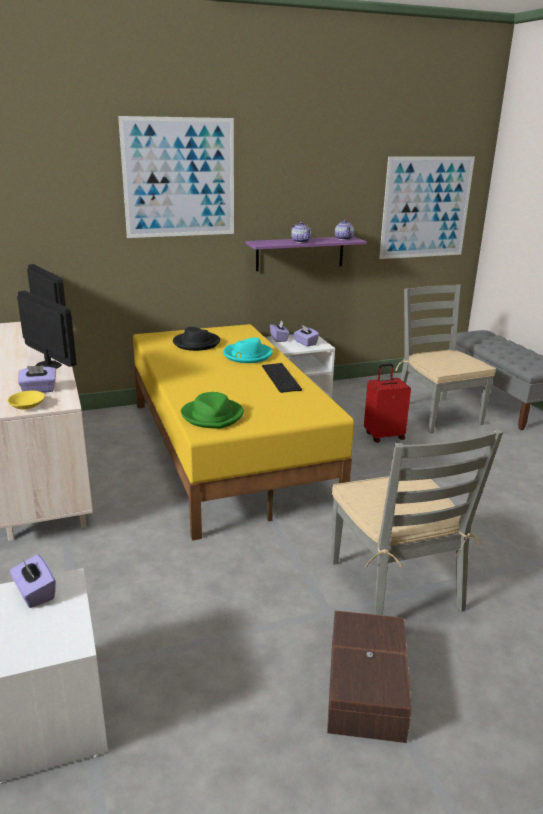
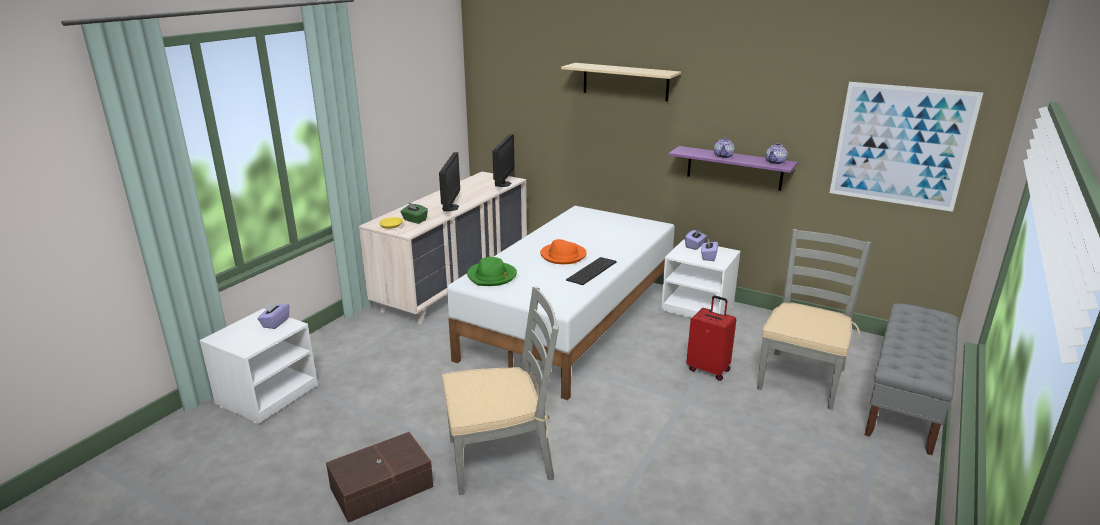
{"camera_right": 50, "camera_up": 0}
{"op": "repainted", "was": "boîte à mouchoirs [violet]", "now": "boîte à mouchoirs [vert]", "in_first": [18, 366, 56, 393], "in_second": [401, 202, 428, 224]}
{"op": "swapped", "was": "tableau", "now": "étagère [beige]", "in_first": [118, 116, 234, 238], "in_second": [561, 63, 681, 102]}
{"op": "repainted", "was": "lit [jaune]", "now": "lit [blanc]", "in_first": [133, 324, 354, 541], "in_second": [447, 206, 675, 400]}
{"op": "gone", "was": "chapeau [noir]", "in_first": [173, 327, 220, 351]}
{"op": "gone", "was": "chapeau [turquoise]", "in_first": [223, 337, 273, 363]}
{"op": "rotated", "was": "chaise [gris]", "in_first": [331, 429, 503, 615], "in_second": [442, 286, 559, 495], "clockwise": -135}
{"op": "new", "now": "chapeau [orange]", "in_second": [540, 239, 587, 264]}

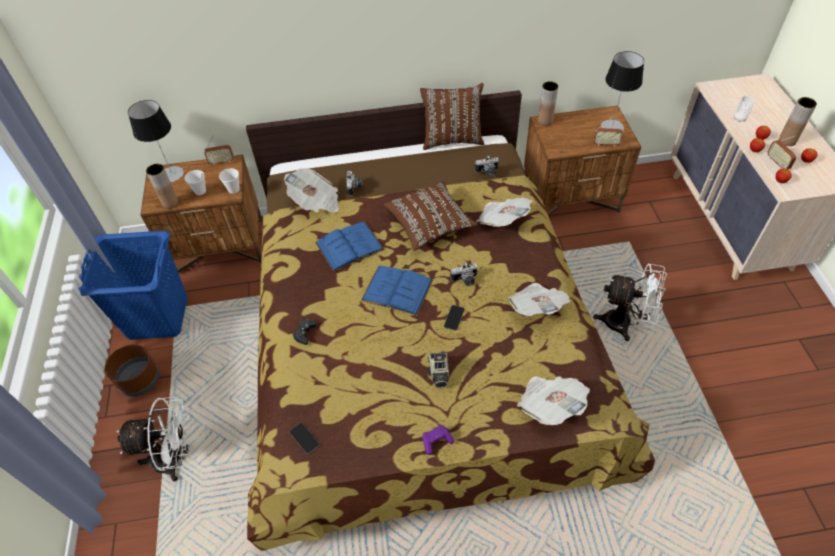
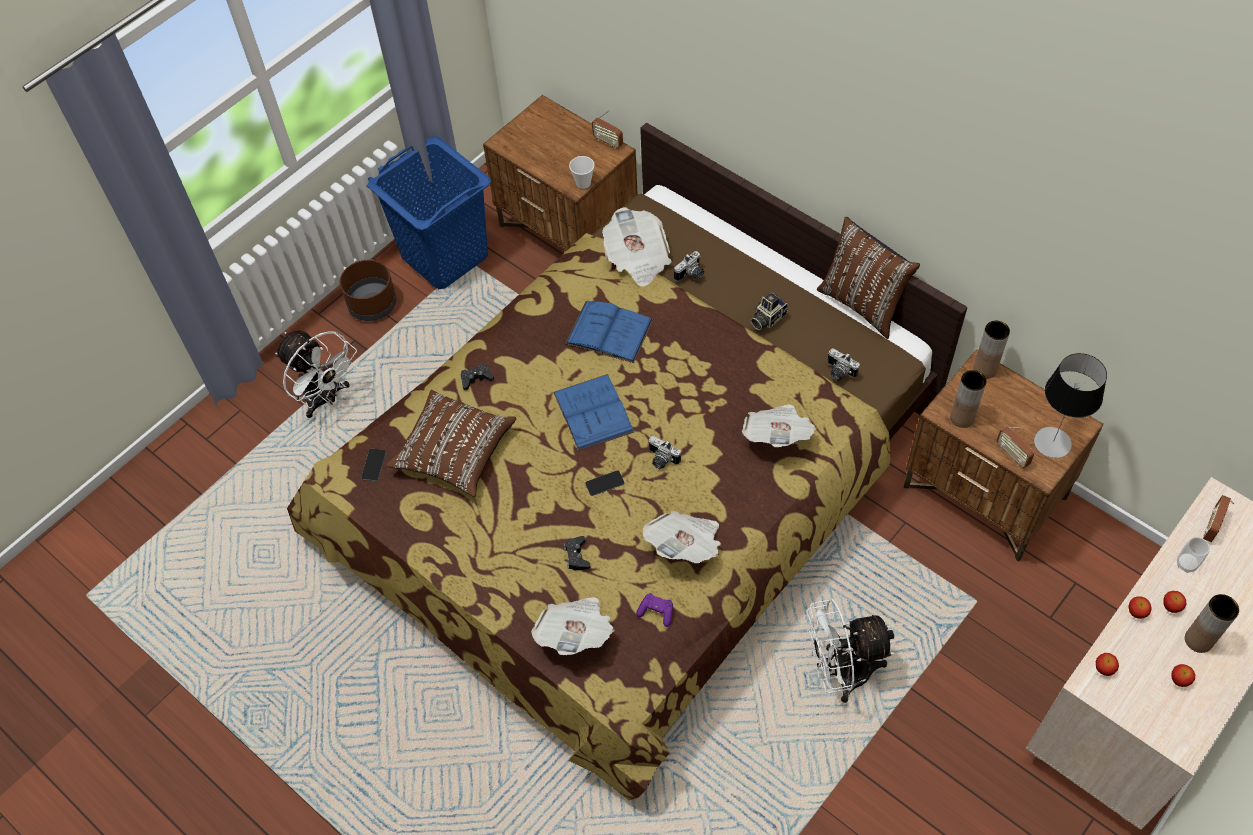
{"camera_right": 50, "camera_up": 5}
{"op": "gone", "was": "lampe de table", "in_first": [128, 100, 184, 182]}
{"op": "shifted", "was": "vase [marron]", "in_first": [146, 164, 179, 209], "in_second": [950, 370, 987, 428]}
{"op": "gone", "was": "tasse", "in_first": [185, 170, 206, 195]}
{"op": "shifted", "was": "coussin [marron]", "in_first": [383, 181, 478, 251], "in_second": [386, 390, 516, 497]}
{"op": "shifted", "was": "manette [violet]", "in_first": [423, 425, 454, 455], "in_second": [636, 593, 673, 627]}
{"op": "shifted", "was": "appareil photo", "in_first": [428, 352, 449, 388], "in_second": [750, 292, 788, 330]}
{"op": "rotated", "was": "ventilateur [blanc]", "in_first": [593, 263, 667, 341], "in_second": [806, 599, 894, 703], "clockwise": 105}
{"op": "shifted", "was": "radio", "in_first": [767, 136, 797, 169], "in_second": [1203, 495, 1235, 542]}
{"op": "new", "now": "manette [noir]", "in_second": [564, 536, 590, 570]}

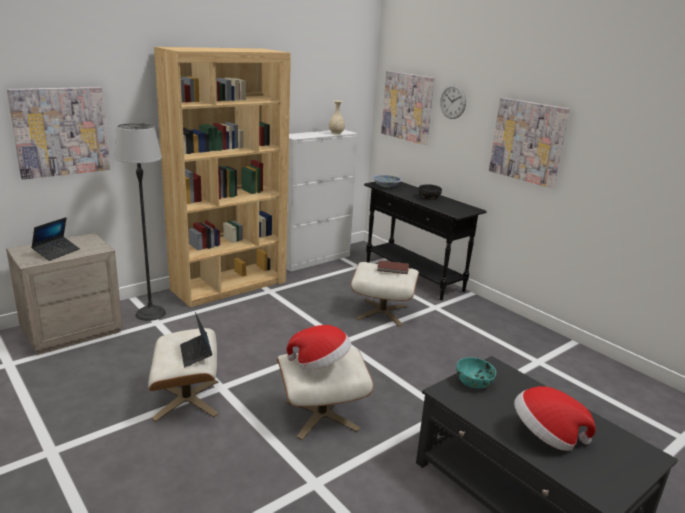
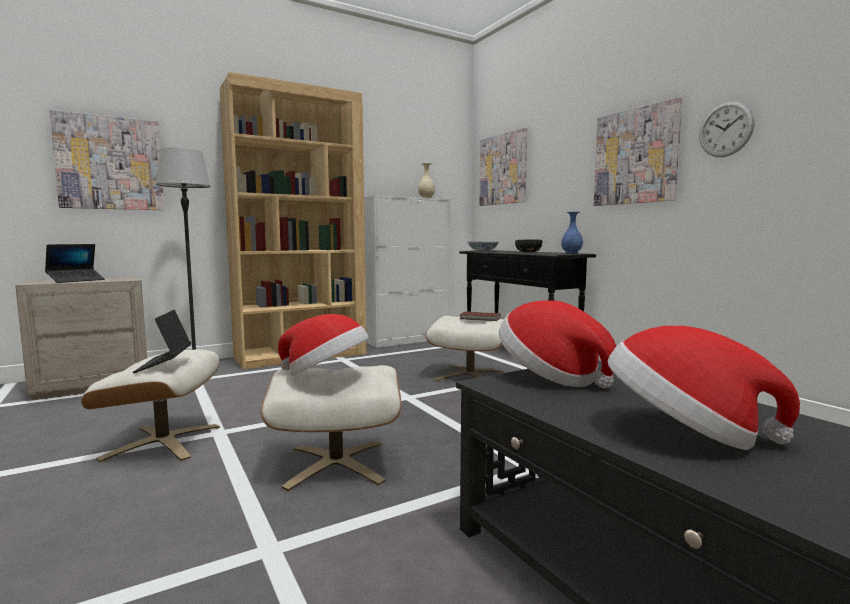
{"camera_right": 10, "camera_up": -15}
{"op": "shifted", "was": "horloge murale", "in_first": [440, 84, 466, 119], "in_second": [699, 101, 755, 157]}
{"op": "swapped", "was": "bol [turquoise]", "now": "chapeau", "in_first": [456, 357, 496, 388], "in_second": [499, 300, 616, 388]}
{"op": "new", "now": "vase [bleu]", "in_second": [561, 212, 583, 253]}

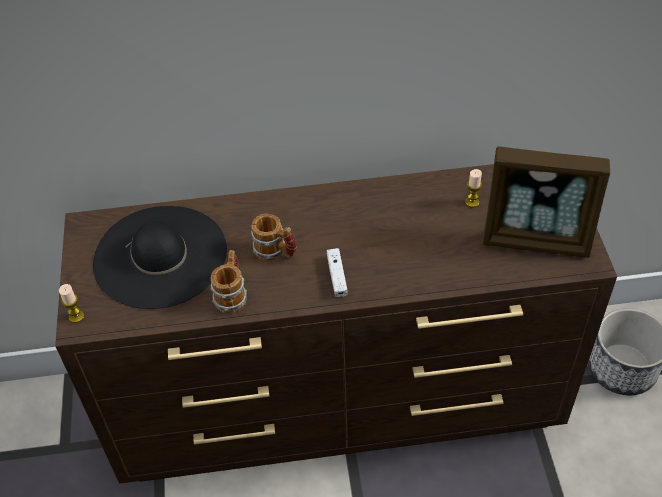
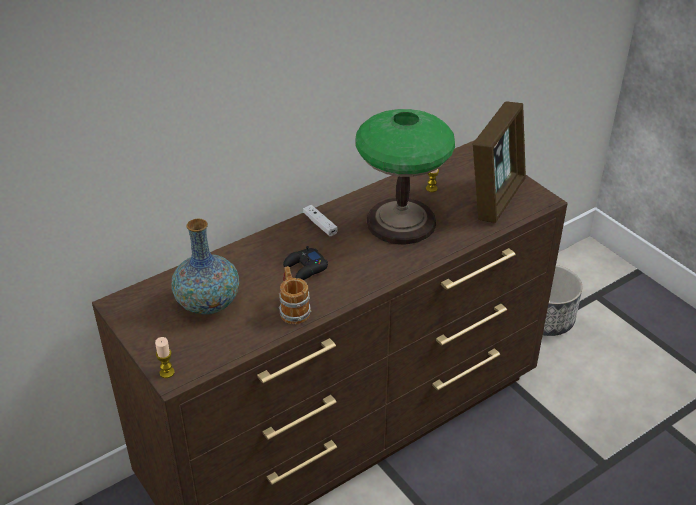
{"camera_right": -30, "camera_up": -10}
{"op": "swapped", "was": "chapeau [noir]", "now": "vase", "in_first": [93, 206, 227, 309], "in_second": [171, 218, 239, 315]}
{"op": "swapped", "was": "mug", "now": "manette [noir]", "in_first": [251, 214, 297, 261], "in_second": [283, 246, 328, 280]}
{"op": "shifted", "was": "manette [blanc]", "in_first": [327, 248, 348, 297], "in_second": [303, 205, 338, 236]}
{"op": "rotated", "was": "cadre photo", "in_first": [483, 146, 610, 258], "in_second": [473, 101, 526, 223], "clockwise": -45}
{"op": "new", "now": "lampe de table", "in_second": [356, 109, 455, 245]}

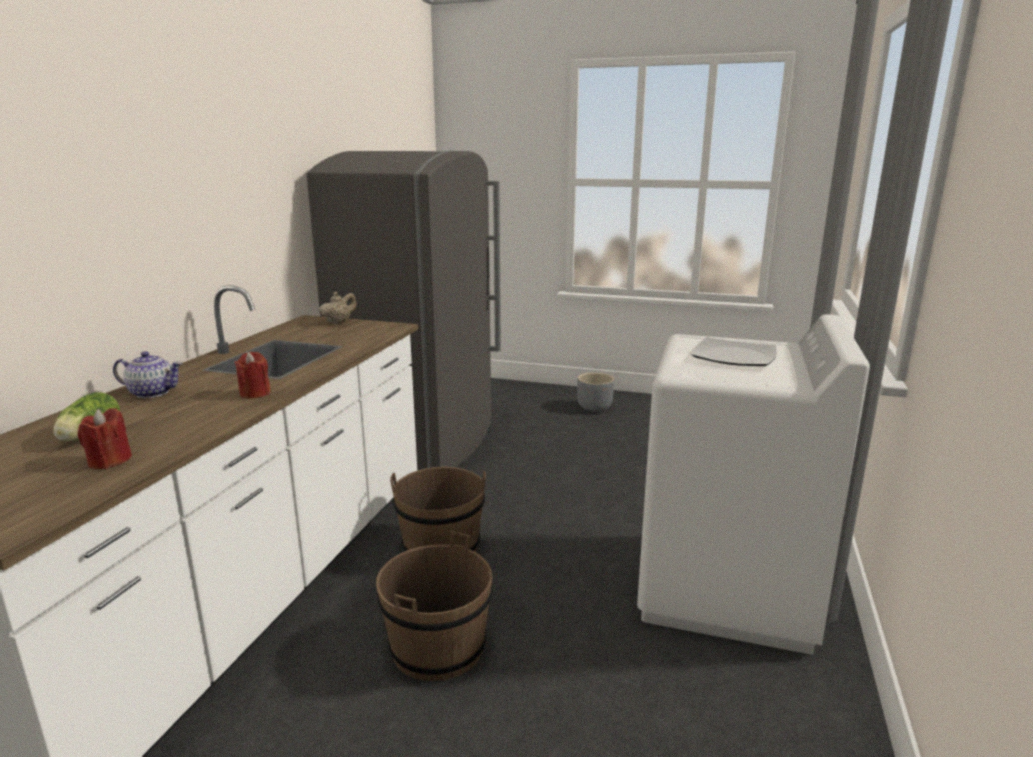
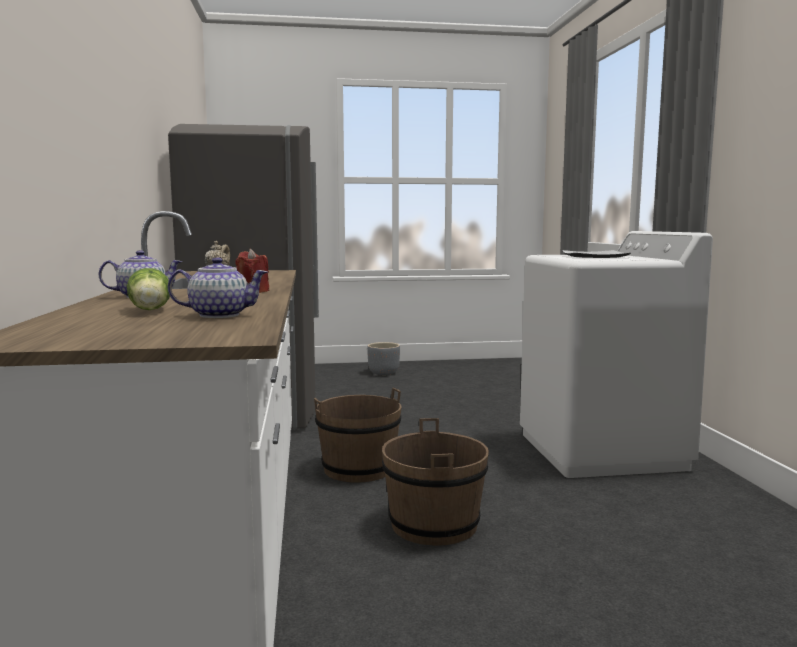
{"camera_right": -25, "camera_up": -10}
{"op": "swapped", "was": "bougie [rouge]", "now": "théière", "in_first": [78, 408, 132, 469], "in_second": [168, 257, 268, 318]}

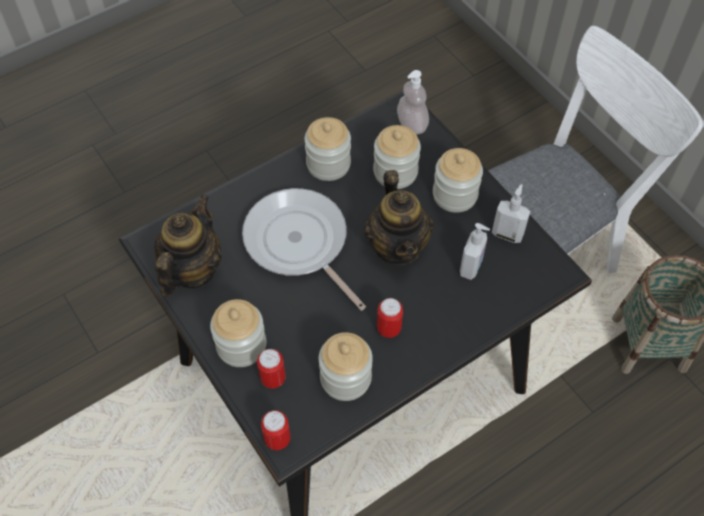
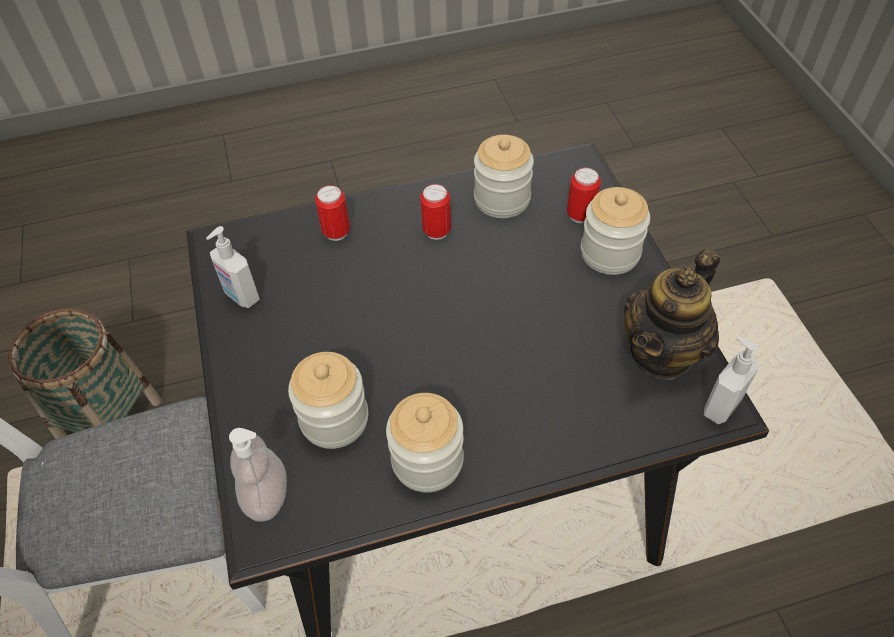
{"camera_right": -160, "camera_up": -5}
{"op": "gone", "was": "poêle", "in_first": [242, 188, 366, 311]}
{"op": "shifted", "was": "boîte métallique", "in_first": [261, 410, 290, 450], "in_second": [315, 185, 350, 241]}
{"op": "gone", "was": "théière", "in_first": [364, 170, 434, 266]}
{"op": "gone", "was": "bocal", "in_first": [433, 148, 483, 213]}
{"op": "shifted", "was": "distributeur de savon", "in_first": [460, 223, 490, 280], "in_second": [704, 336, 758, 425]}

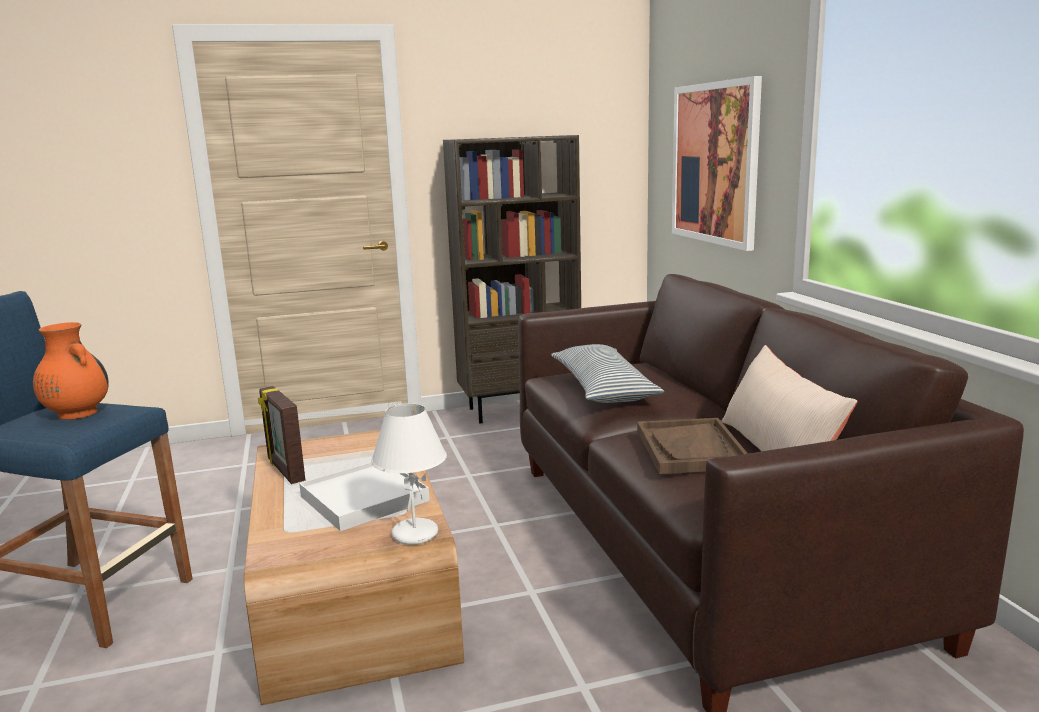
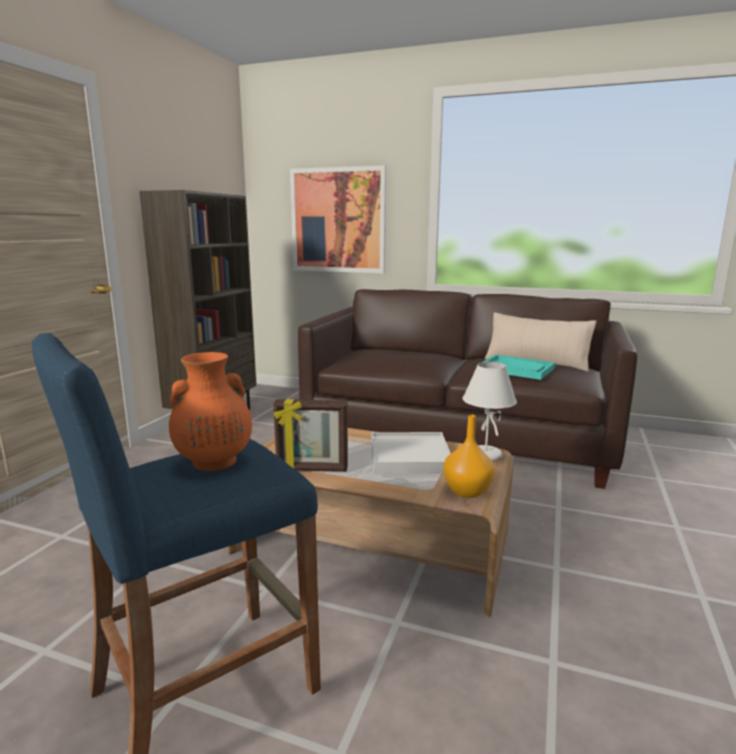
{"camera_right": -55, "camera_up": 0}
{"op": "gone", "was": "coussin", "in_first": [551, 344, 664, 403]}
{"op": "repainted", "was": "plateau [marron]", "now": "plateau [turquoise]", "in_first": [637, 418, 748, 474], "in_second": [483, 355, 555, 380]}
{"op": "new", "now": "vase [orange]", "in_second": [443, 414, 495, 498]}

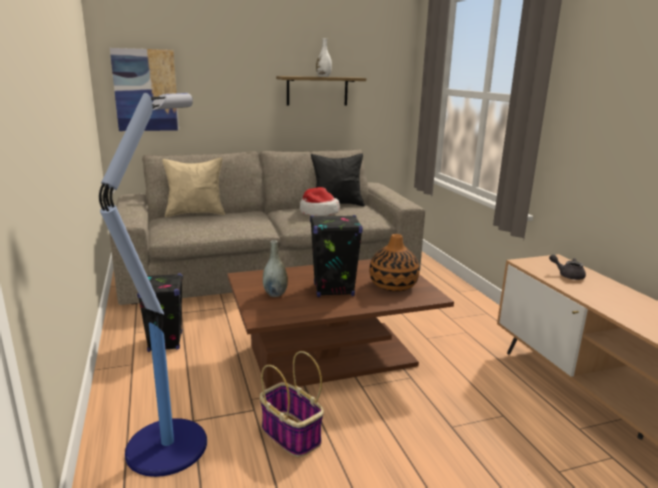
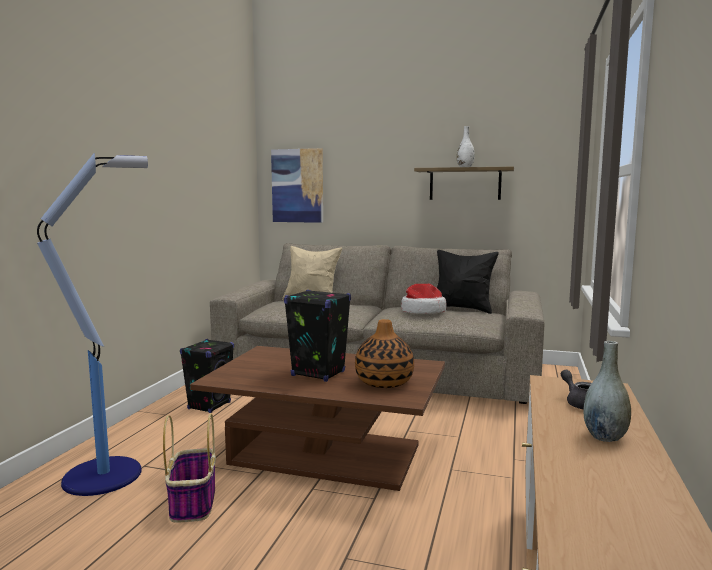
{"camera_right": 35, "camera_up": -10}
{"op": "shifted", "was": "vase [gris]", "in_first": [263, 240, 288, 297], "in_second": [583, 341, 631, 442]}

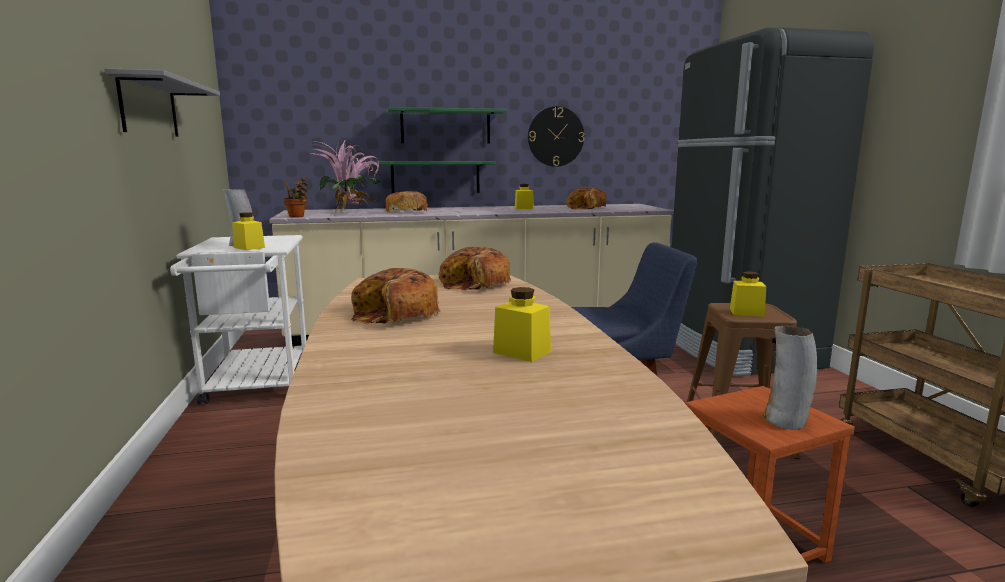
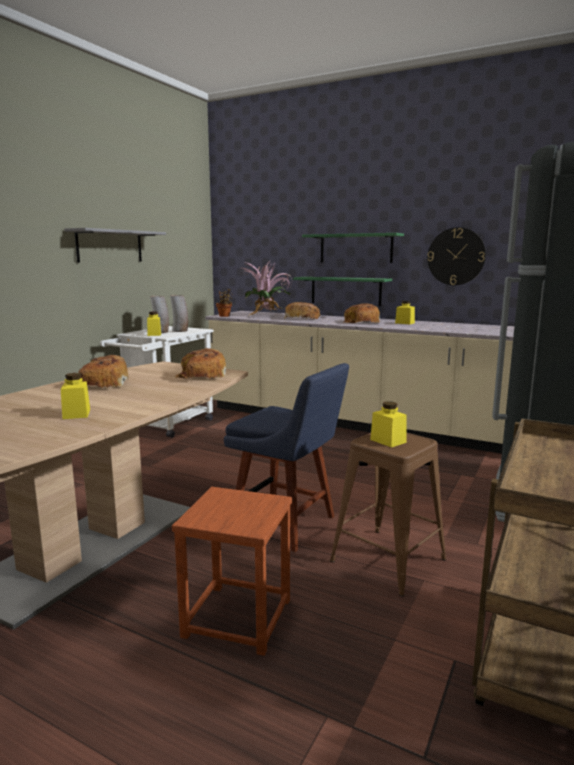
{"camera_right": 40, "camera_up": 0}
{"op": "shifted", "was": "pain", "in_first": [566, 187, 607, 209], "in_second": [344, 303, 380, 323]}
{"op": "shifted", "was": "vase", "in_first": [764, 326, 817, 430], "in_second": [170, 295, 188, 332]}

